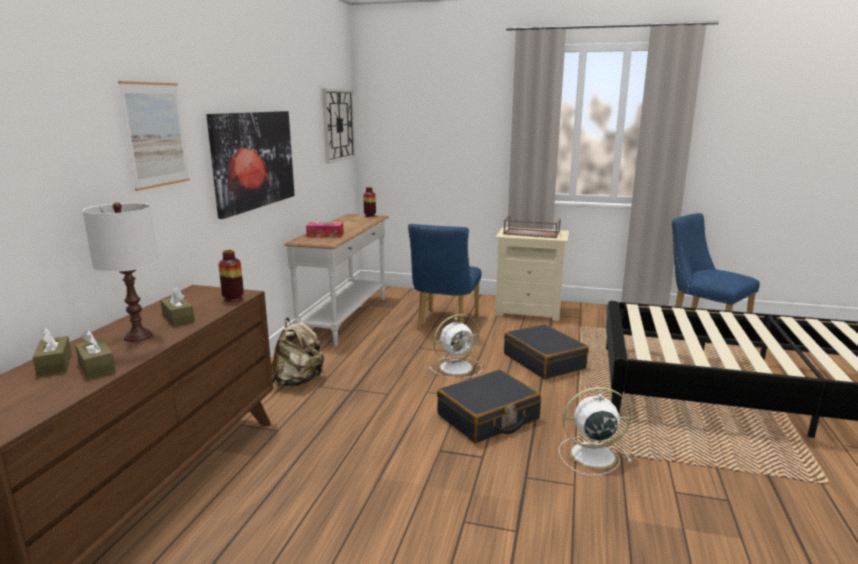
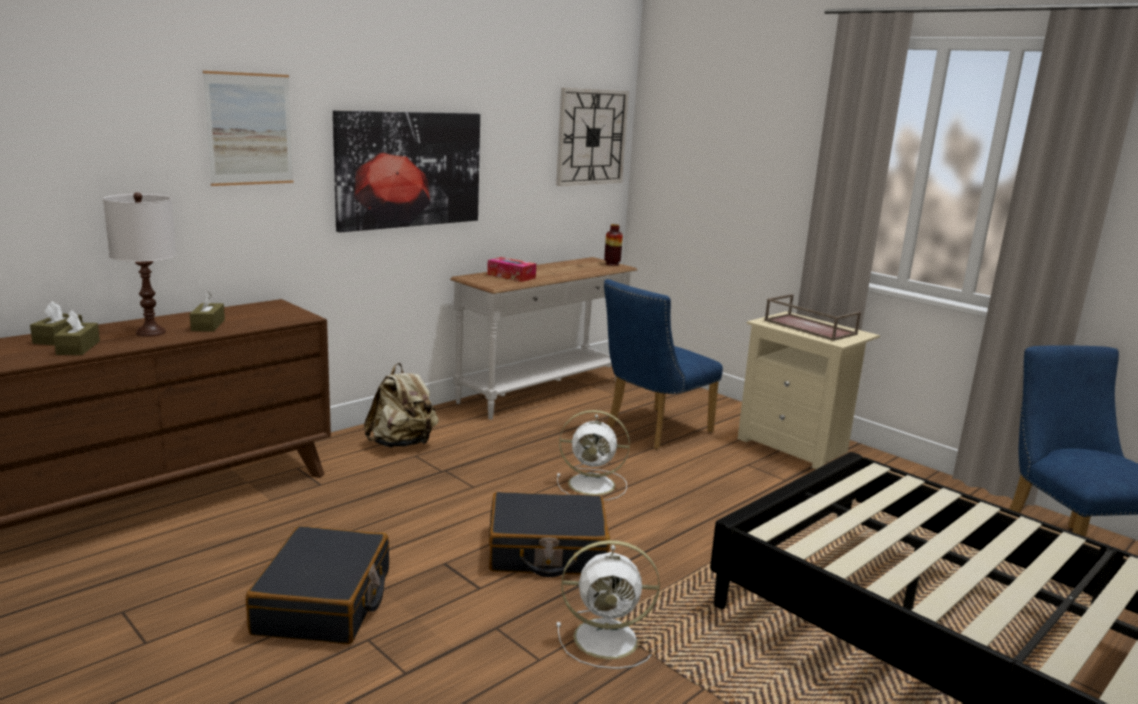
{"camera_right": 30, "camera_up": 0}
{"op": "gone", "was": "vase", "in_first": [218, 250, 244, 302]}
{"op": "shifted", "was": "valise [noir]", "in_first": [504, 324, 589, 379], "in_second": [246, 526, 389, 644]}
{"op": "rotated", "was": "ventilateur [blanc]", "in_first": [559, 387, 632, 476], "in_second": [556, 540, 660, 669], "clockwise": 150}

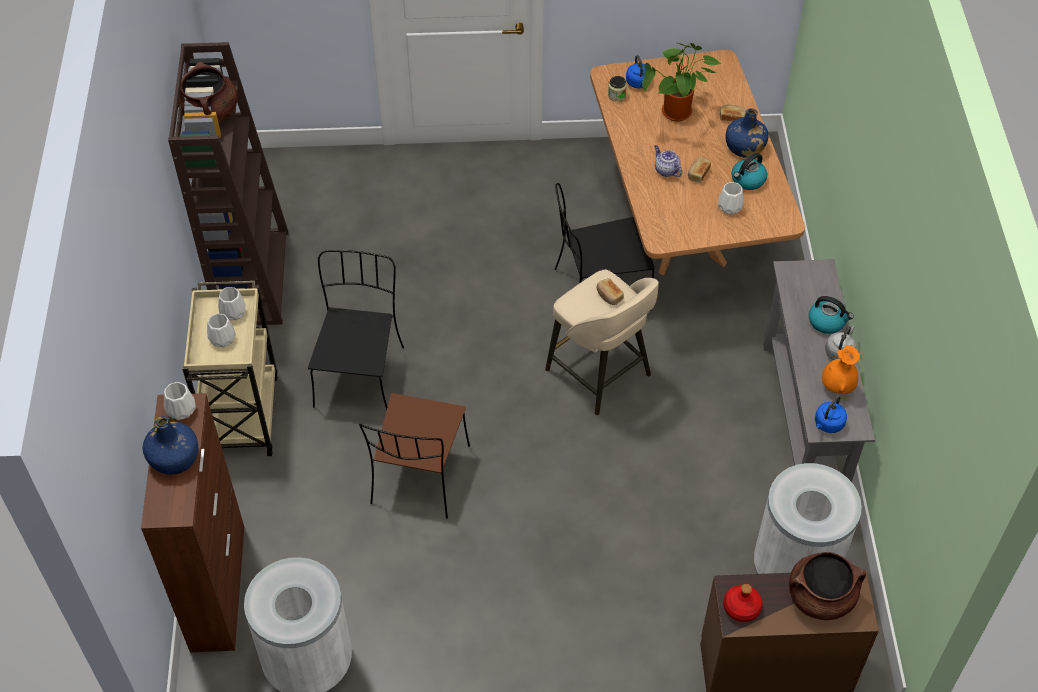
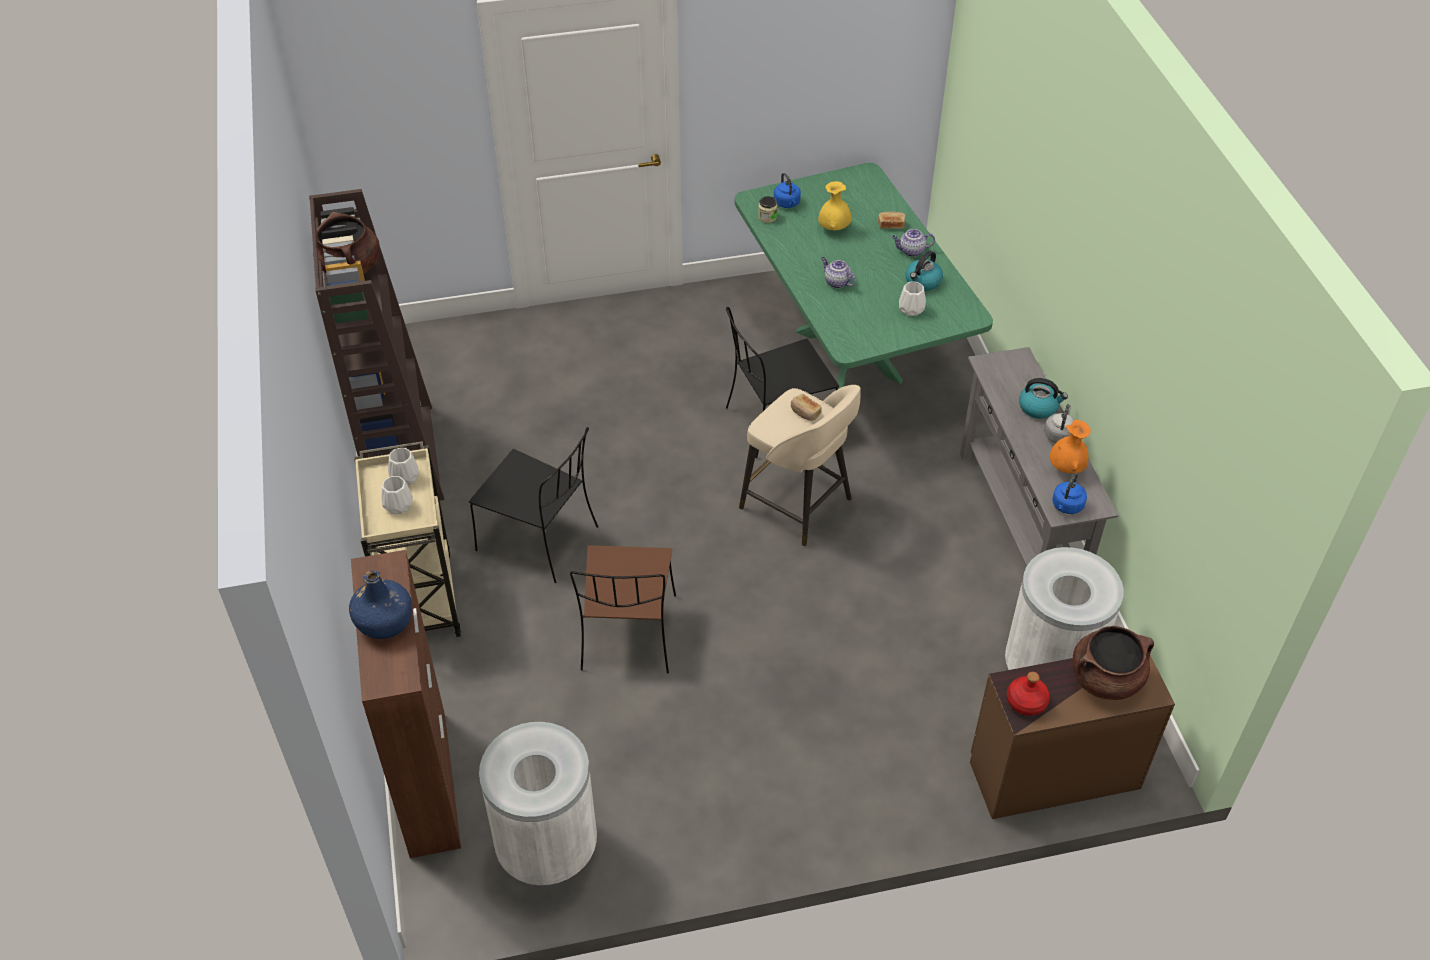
{"camera_right": -10, "camera_up": -5}
{"op": "gone", "was": "vase [blanc]", "in_first": [164, 382, 196, 420]}
{"op": "rotated", "was": "chaise [noir]", "in_first": [308, 250, 404, 410], "in_second": [469, 427, 598, 583], "clockwise": 120}
{"op": "repainted", "was": "table à manger [marron]", "now": "table à manger [vert]", "in_first": [590, 50, 805, 275], "in_second": [734, 163, 993, 389]}
{"op": "swapped", "was": "plante en pot", "now": "vase [jaune]", "in_first": [642, 43, 721, 121], "in_second": [818, 181, 852, 231]}
{"op": "gone", "was": "pain", "in_first": [688, 157, 711, 182]}
{"op": "swapped", "was": "bouteille [bleu]", "now": "théière", "in_first": [725, 108, 769, 158], "in_second": [892, 229, 935, 257]}

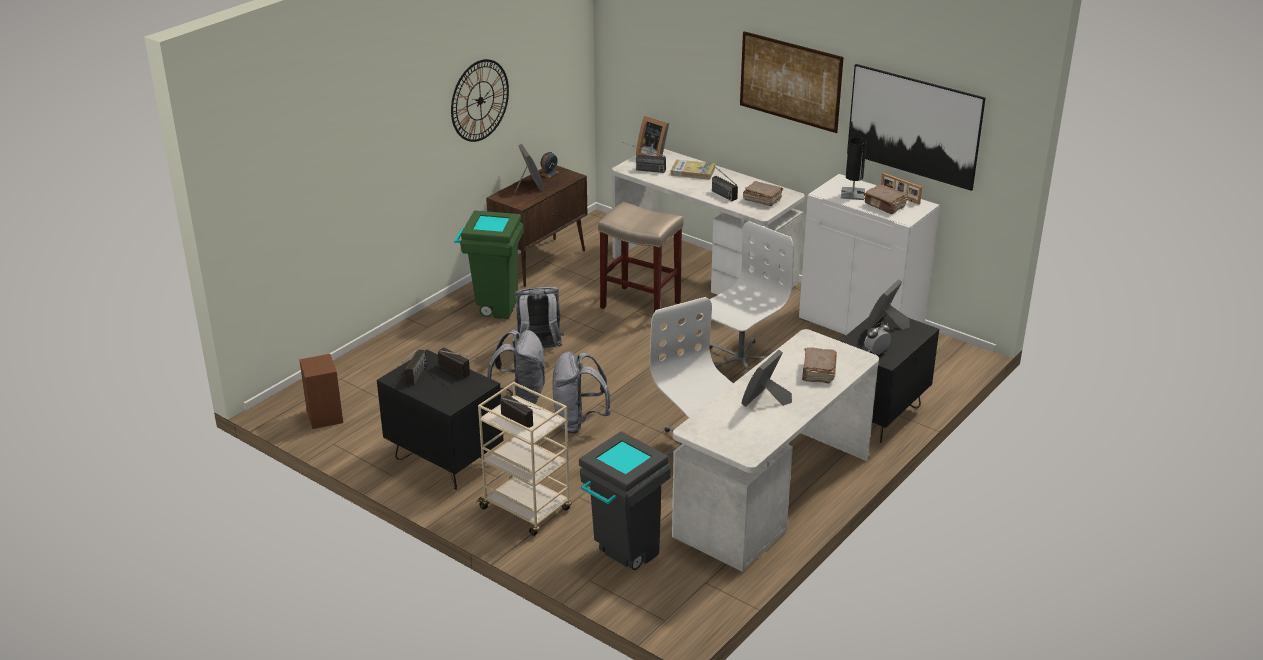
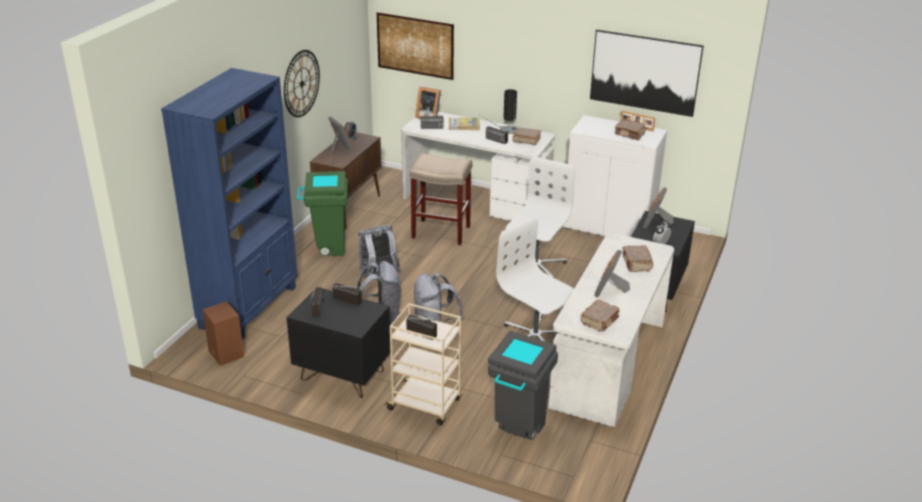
{"camera_right": -15, "camera_up": 0}
{"op": "shifted", "was": "tableau", "in_first": [740, 31, 844, 133], "in_second": [377, 12, 454, 80]}
{"op": "shifted", "was": "lampe de table [noir]", "in_first": [841, 137, 867, 200], "in_second": [500, 89, 517, 134]}
{"op": "new", "now": "bibliothèque [bleu]", "in_second": [161, 68, 298, 339]}
{"op": "new", "now": "livre [marron]", "in_second": [581, 300, 619, 332]}

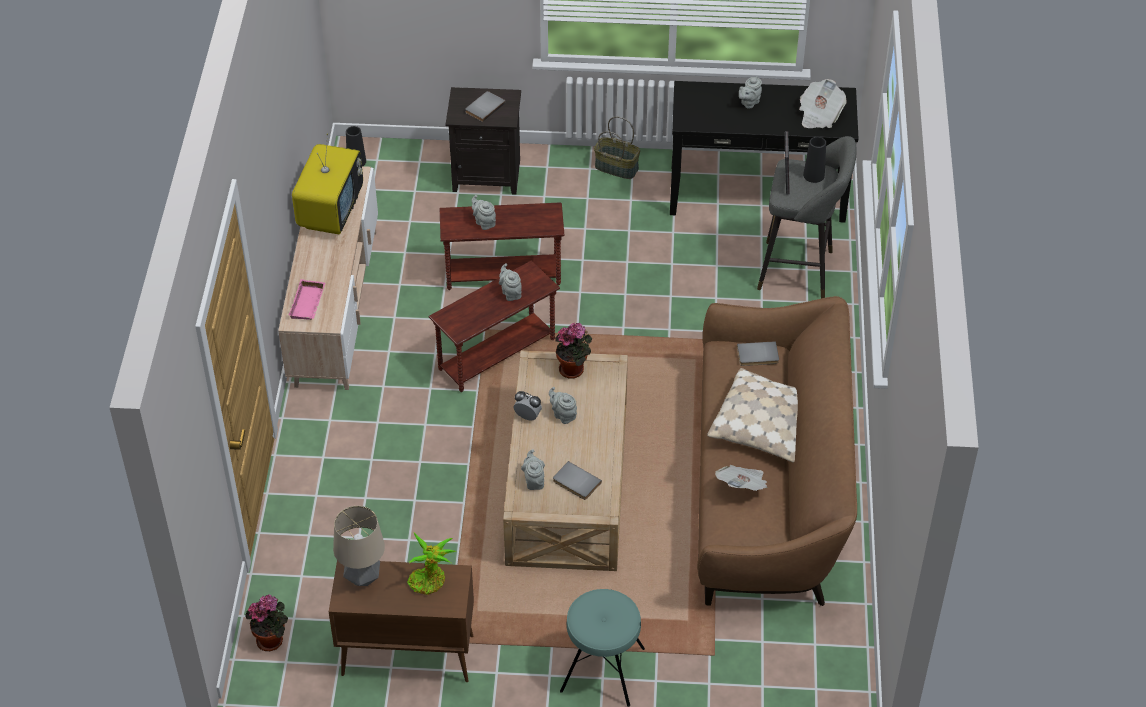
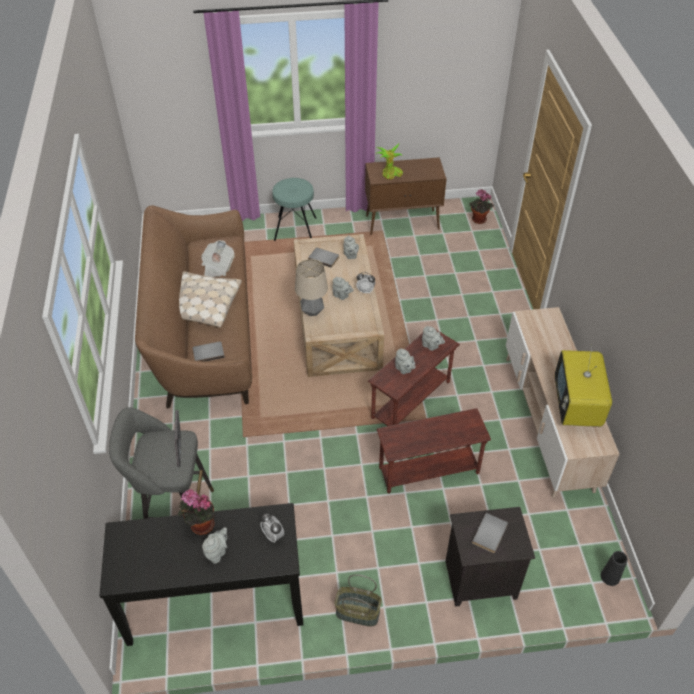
{"camera_right": 170, "camera_up": 0}
{"op": "gone", "was": "plateau [rose]", "in_first": [289, 279, 325, 320]}
{"op": "shifted", "was": "lampe de table", "in_first": [333, 506, 385, 586], "in_second": [295, 259, 328, 316]}
{"op": "shifted", "was": "théière [gris]", "in_first": [472, 195, 496, 230], "in_second": [422, 326, 445, 351]}
{"op": "shifted", "was": "plante en pot", "in_first": [555, 323, 592, 379], "in_second": [178, 489, 215, 535]}
{"op": "gone", "was": "journal", "in_first": [799, 79, 847, 128]}
{"op": "gone", "was": "vase [noir]", "in_first": [803, 137, 826, 183]}
{"op": "new", "now": "réveil", "in_second": [260, 513, 284, 543]}

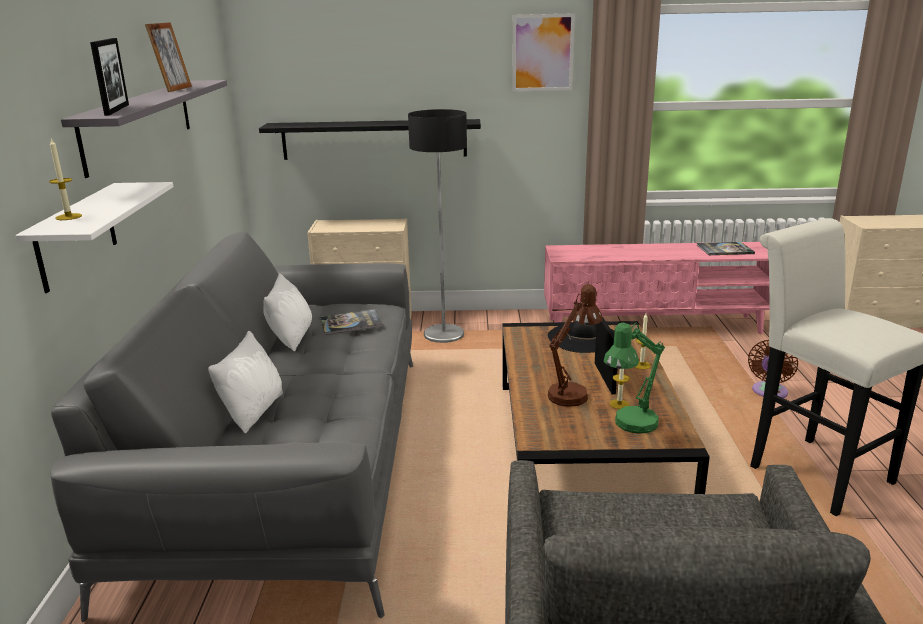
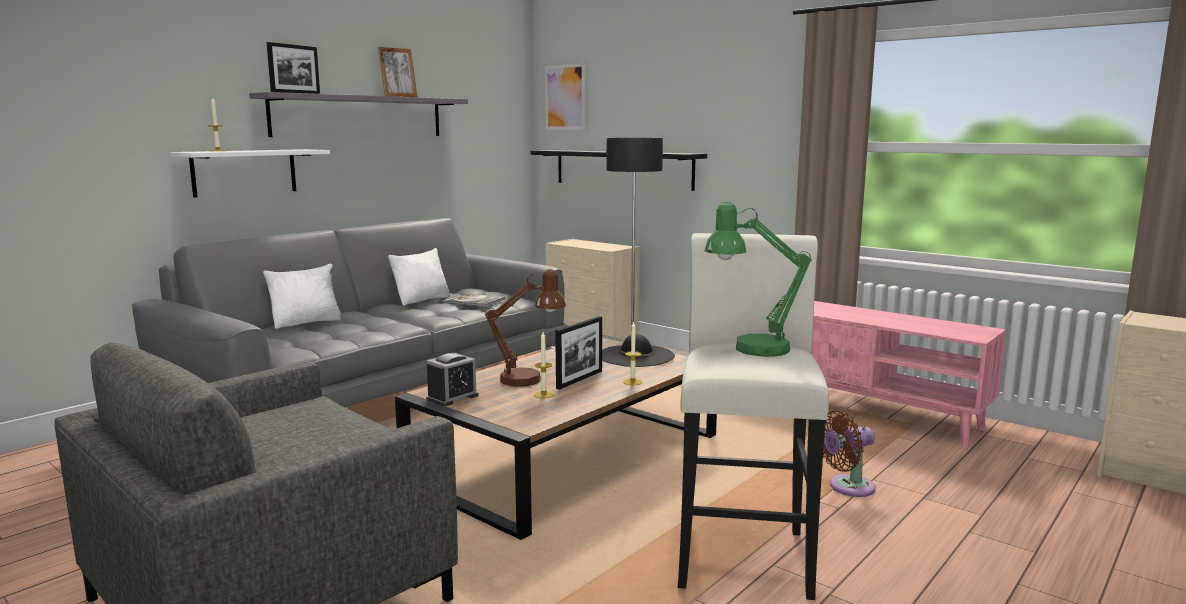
{"camera_right": 40, "camera_up": -10}
{"op": "shifted", "was": "tableau", "in_first": [512, 13, 575, 91], "in_second": [545, 63, 585, 130]}
{"op": "shifted", "was": "lampe de table [vert]", "in_first": [604, 322, 665, 434], "in_second": [705, 201, 812, 357]}
{"op": "gone", "was": "livre", "in_first": [697, 242, 755, 255]}
{"op": "new", "now": "réveil", "in_second": [426, 353, 479, 406]}

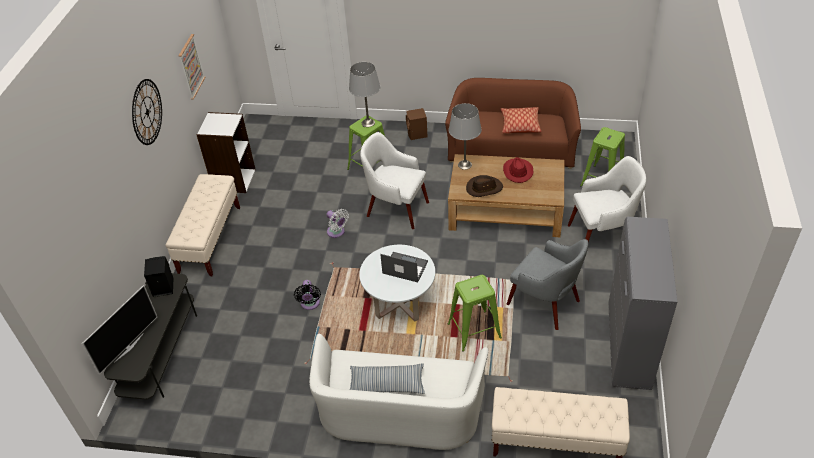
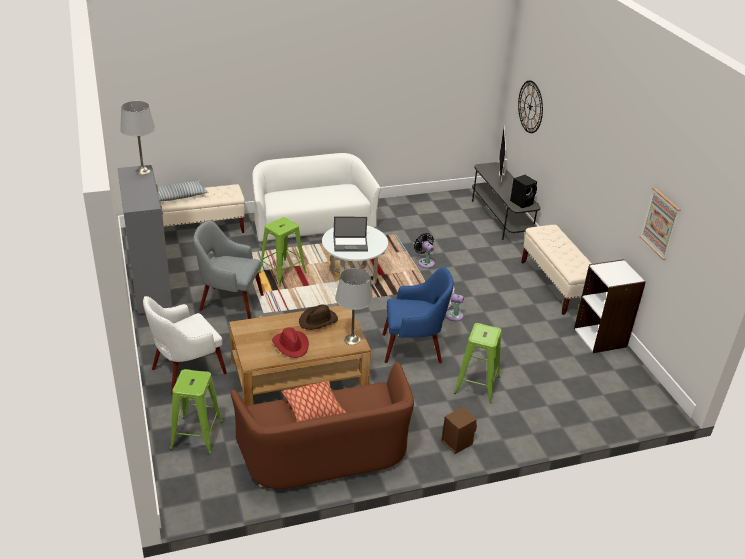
{"camera_right": 150, "camera_up": -10}
{"op": "shifted", "was": "horloge murale", "in_first": [132, 79, 162, 145], "in_second": [518, 80, 543, 133]}
{"op": "shifted", "was": "lampe de table [gris]", "in_first": [349, 62, 380, 127], "in_second": [120, 101, 155, 175]}
{"op": "shifted", "was": "coussin", "in_first": [350, 363, 425, 394], "in_second": [158, 180, 208, 202]}
{"op": "repainted", "was": "fauteuil [blanc]", "now": "fauteuil [bleu]", "in_first": [360, 132, 429, 229], "in_second": [382, 267, 453, 363]}

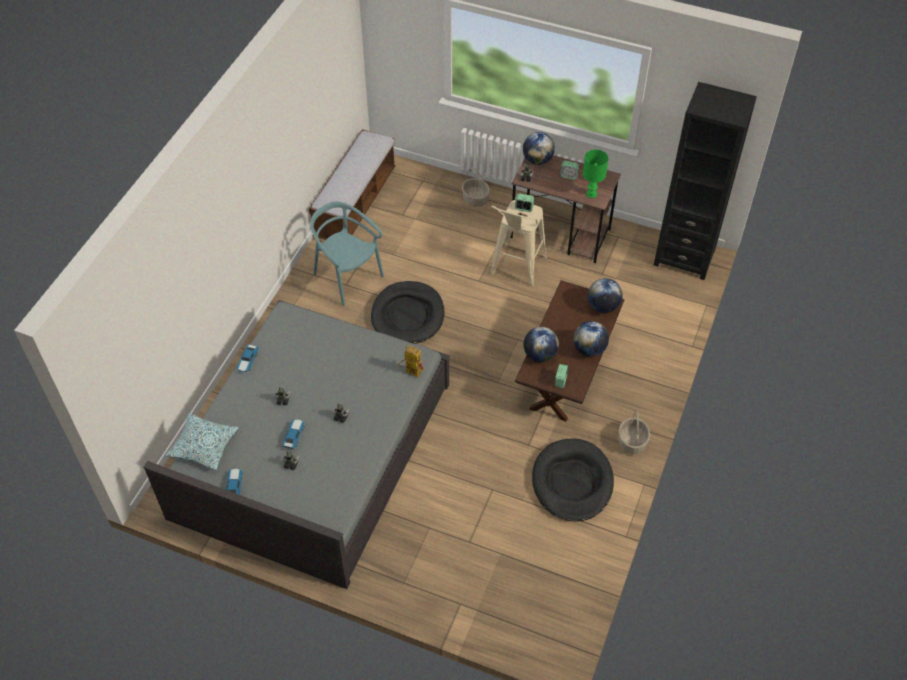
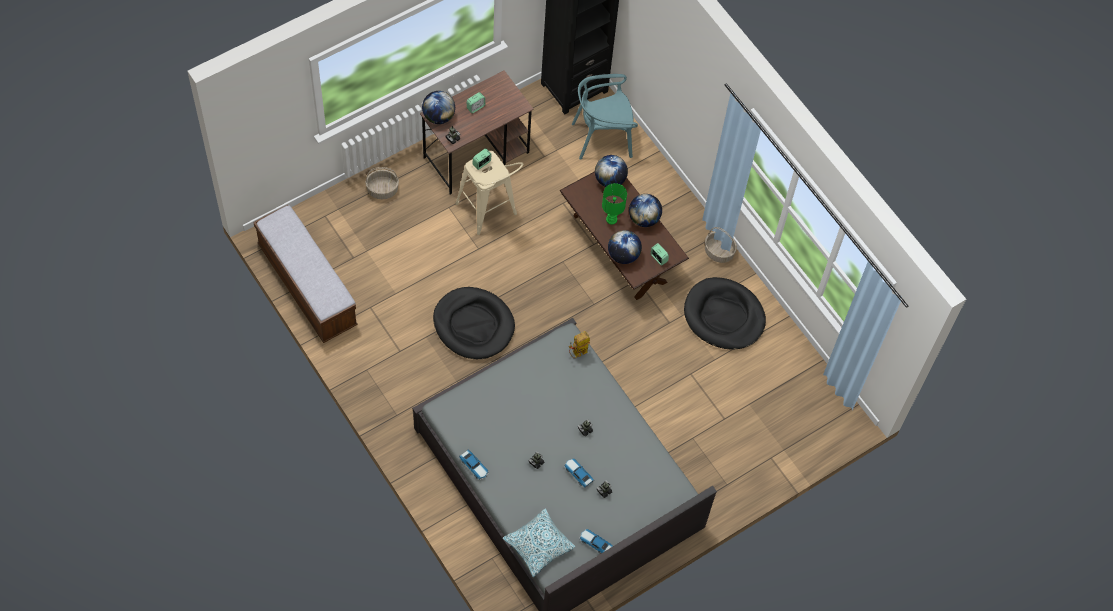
{"camera_right": -60, "camera_up": 10}
{"op": "shifted", "was": "chaise [turquoise]", "in_first": [311, 202, 384, 306], "in_second": [572, 74, 638, 160]}
{"op": "shifted", "was": "lampe de table [vert]", "in_first": [583, 149, 608, 198], "in_second": [602, 183, 627, 224]}

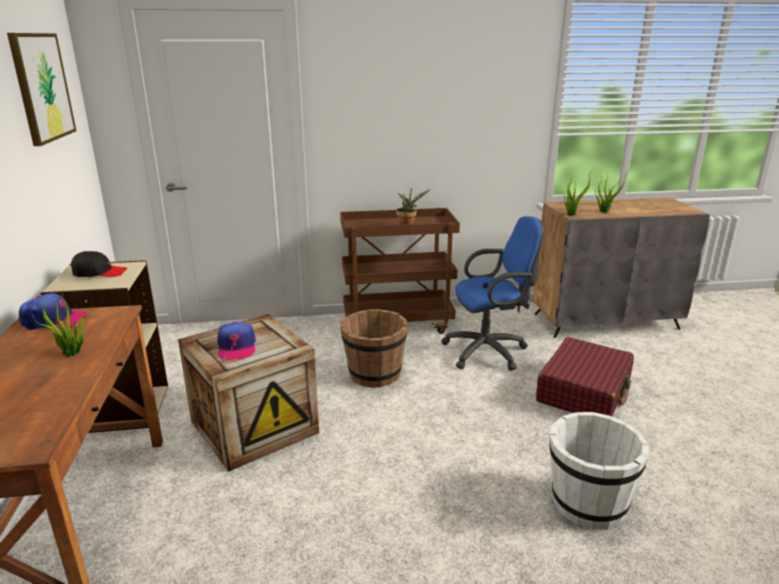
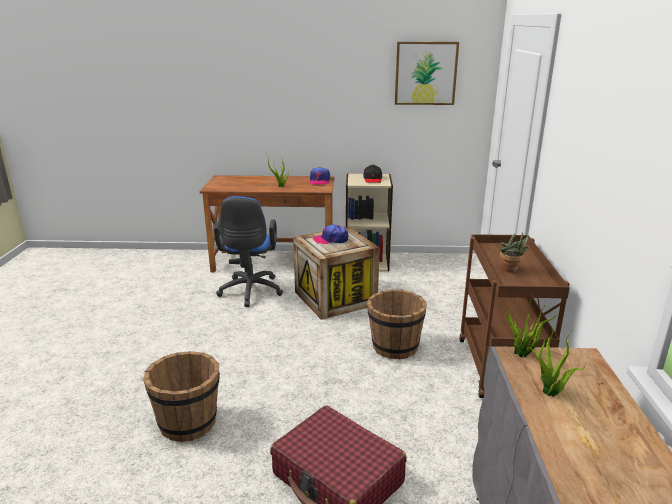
{"camera_right": 100, "camera_up": 0}
{"op": "shifted", "was": "chaise de bureau [bleu]", "in_first": [441, 216, 544, 371], "in_second": [214, 196, 283, 307]}
{"op": "repainted", "was": "seau [blanc]", "now": "seau [marron]", "in_first": [549, 412, 649, 529], "in_second": [143, 351, 220, 442]}

